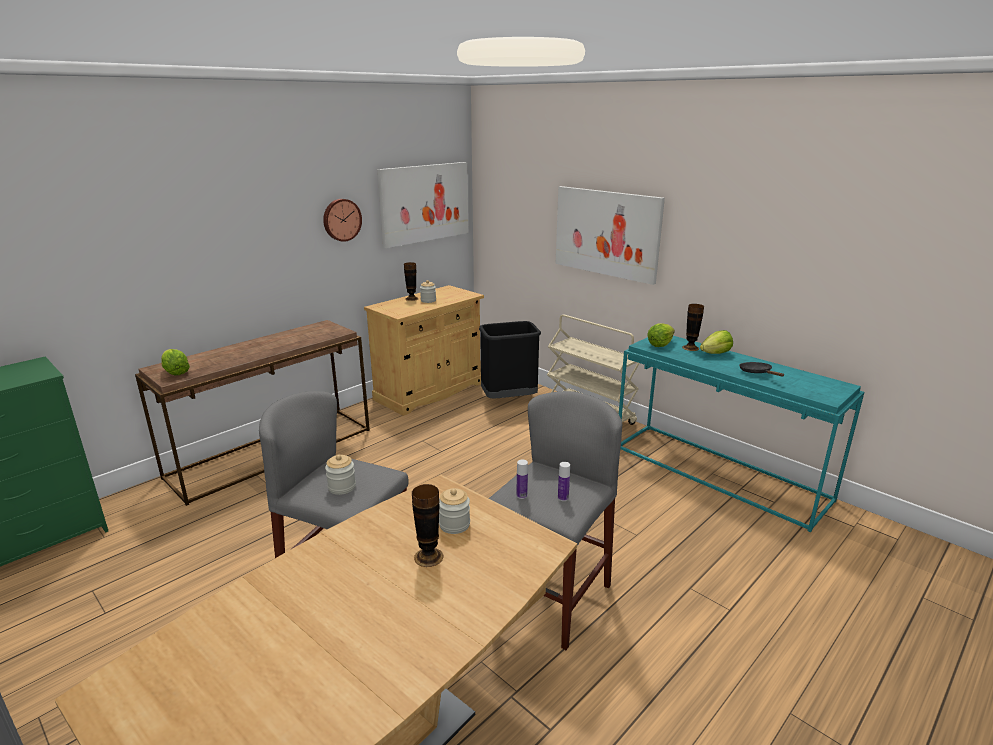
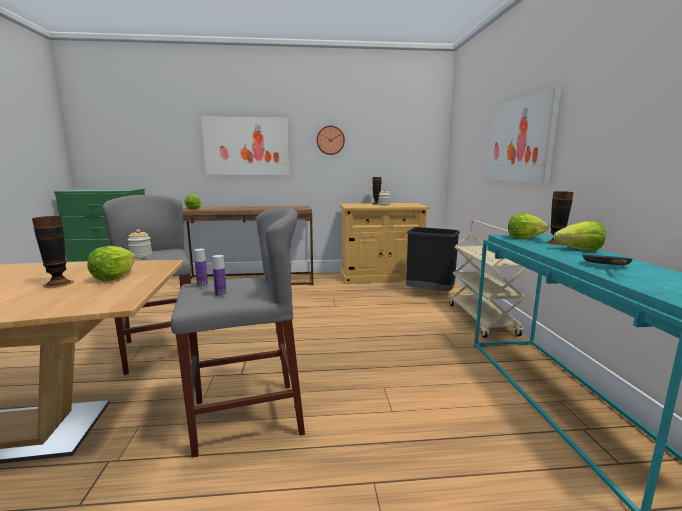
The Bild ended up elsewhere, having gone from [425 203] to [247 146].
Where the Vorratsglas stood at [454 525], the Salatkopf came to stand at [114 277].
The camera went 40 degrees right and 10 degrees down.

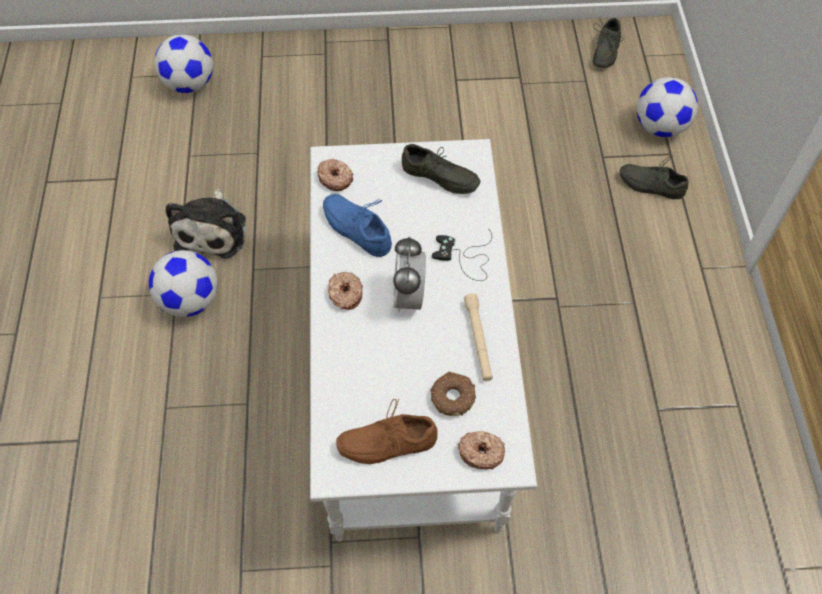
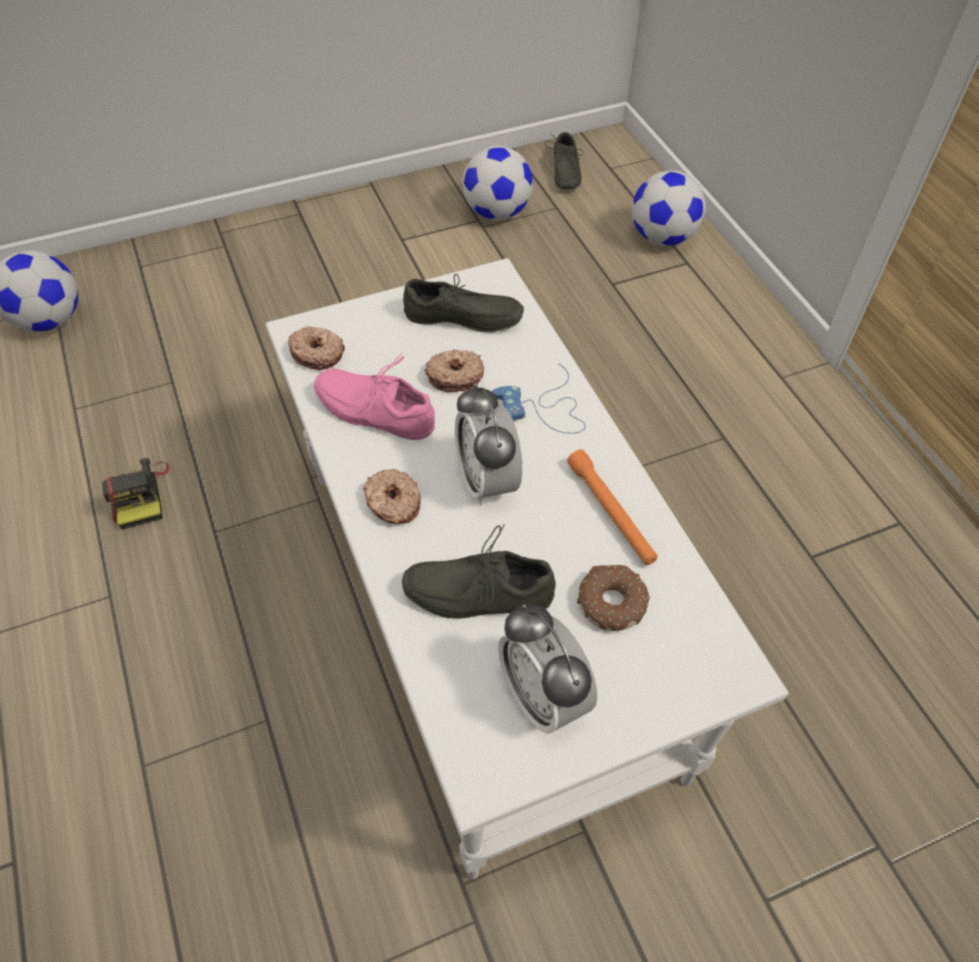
The Fußball ended up elsewhere, having gone from [190 300] to [496 212].
The Donut ended up elsewhere, having gone from [481 452] to [455 376].
The Schuh (grau) ended up elsewhere, having gone from [651 183] to [478 589].
Where the Plüschtier stood at [213 230], the Kamera came to stand at [139 495].
Where the Schuh (braun) stood at [386 440], the Wecker came to stand at [542 697].
What was the Schuh (blau) at [359 227] turned into the Schuh (rosa) at [377 408].
What was the Gamepad (schwarz) at [465 257] turned into the Gamepad (blau) at [543 409].
What was the Taschenlampe (beige) at [478 340] turned into the Taschenlampe (orange) at [611 512].
The camera went 20 degrees left and 5 degrees down.

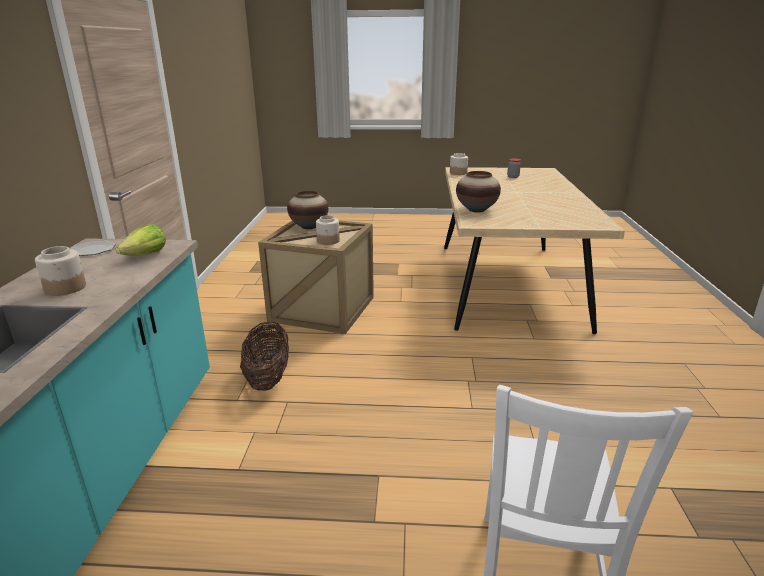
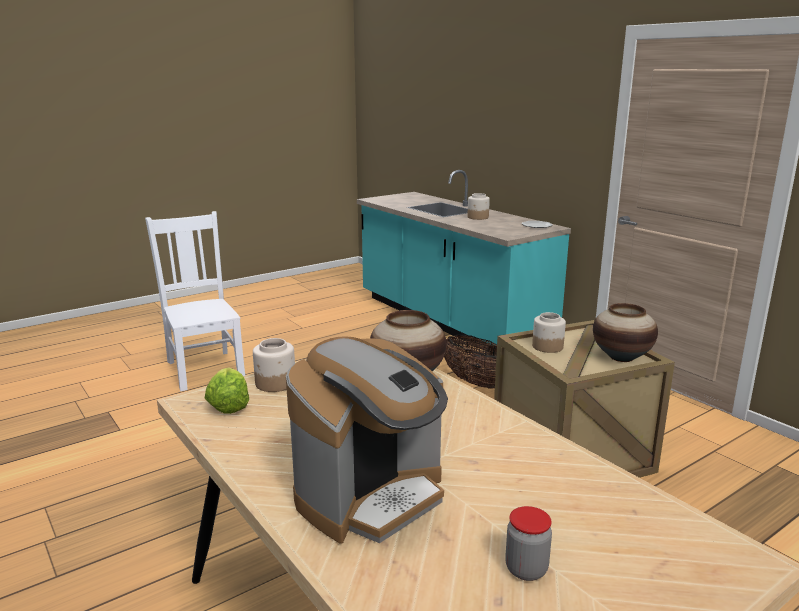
The second view gained the Kaffeemaschine at [372 496].
The Salatkopf ended up elsewhere, having gone from [146 255] to [228 404].
The Vorratsglas ended up elsewhere, having gone from [458 173] to [275 383].
The camera went 140 degrees right and 5 degrees down.

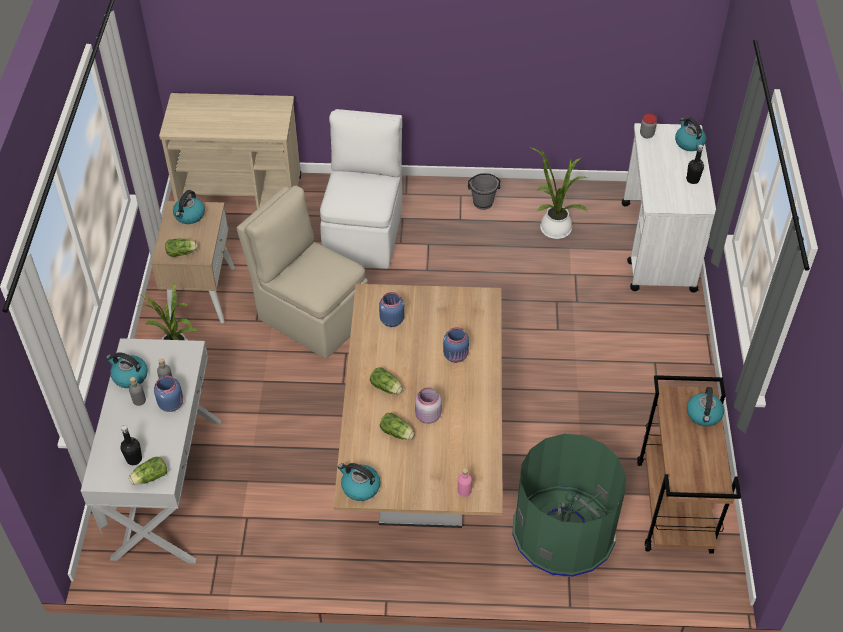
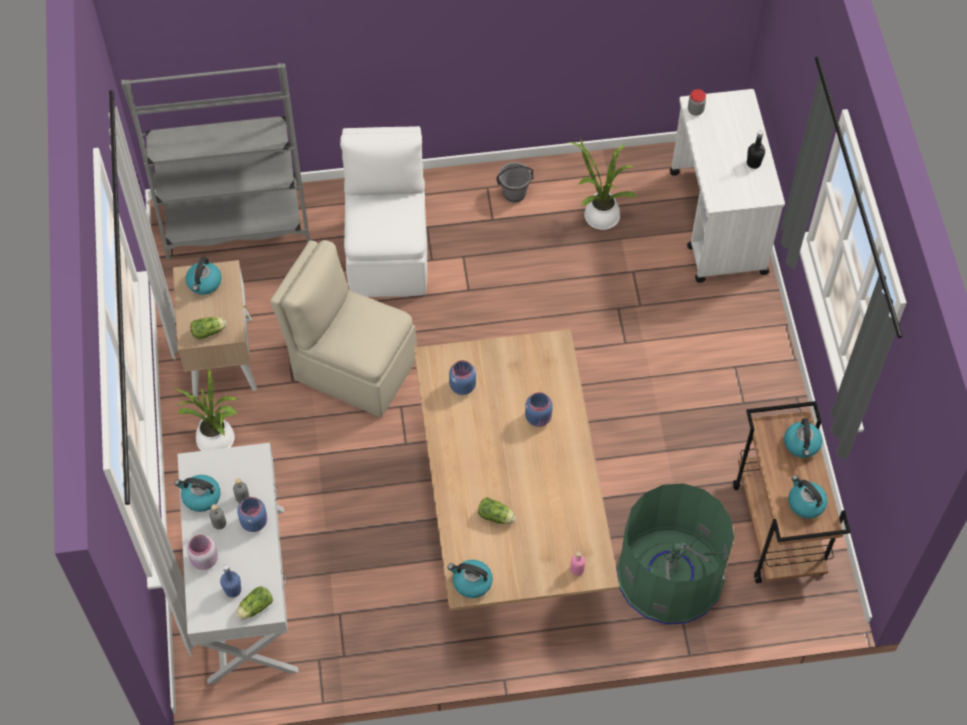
The second view lost the Salatkopf at [387 388].
The Vorratsglas (rosa) ended up elsewhere, having gone from [427 416] to [204 560].
The Wasserkessel ended up elsewhere, having gone from [688 143] to [805 503].
Where the Rollwagen (beige) stood at [241 195], the Bücherregal (grau) came to stand at [235 223].
What was the Flasche (schwarz) at [134 459] turned into the Flasche (blau) at [233 590].
The camera went 10 degrees left and 10 degrees up.

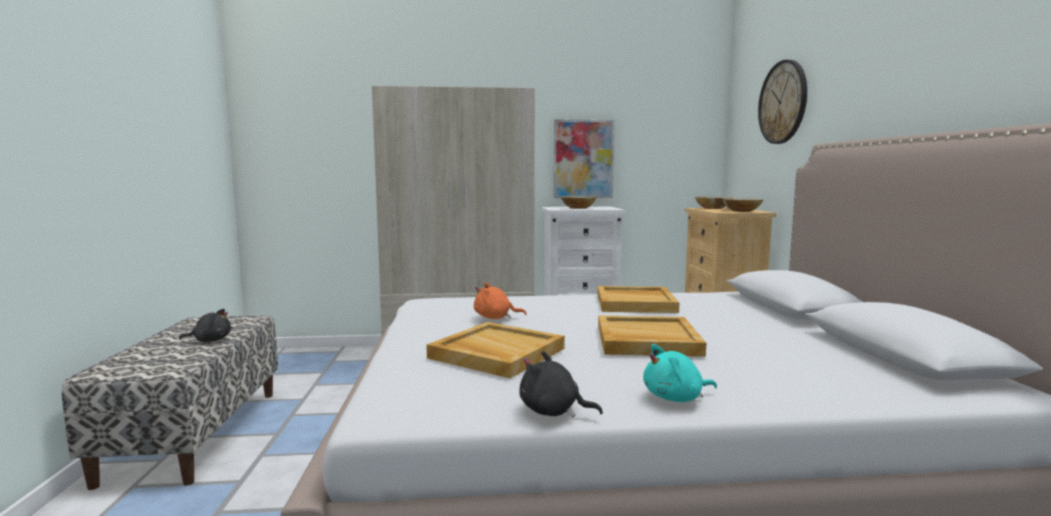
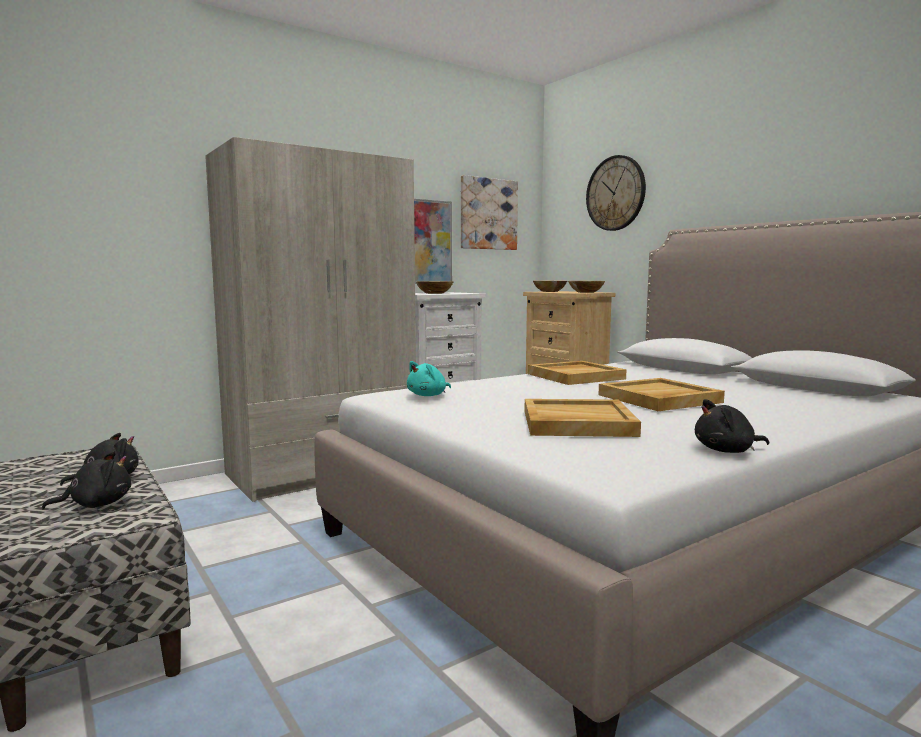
The second view lost the Plüschtier (orange) at [495 318].
The second view gained the Plüschtier (schwarz) at [96 504].
The second view gained the Bild at [488 214].
The Plüschtier (türkis) ended up elsewhere, having gone from [676 398] to [428 395].
The camera went 30 degrees left and 0 degrees up.

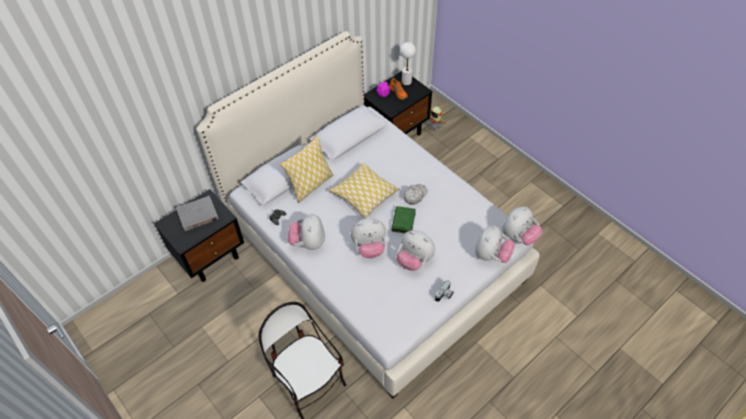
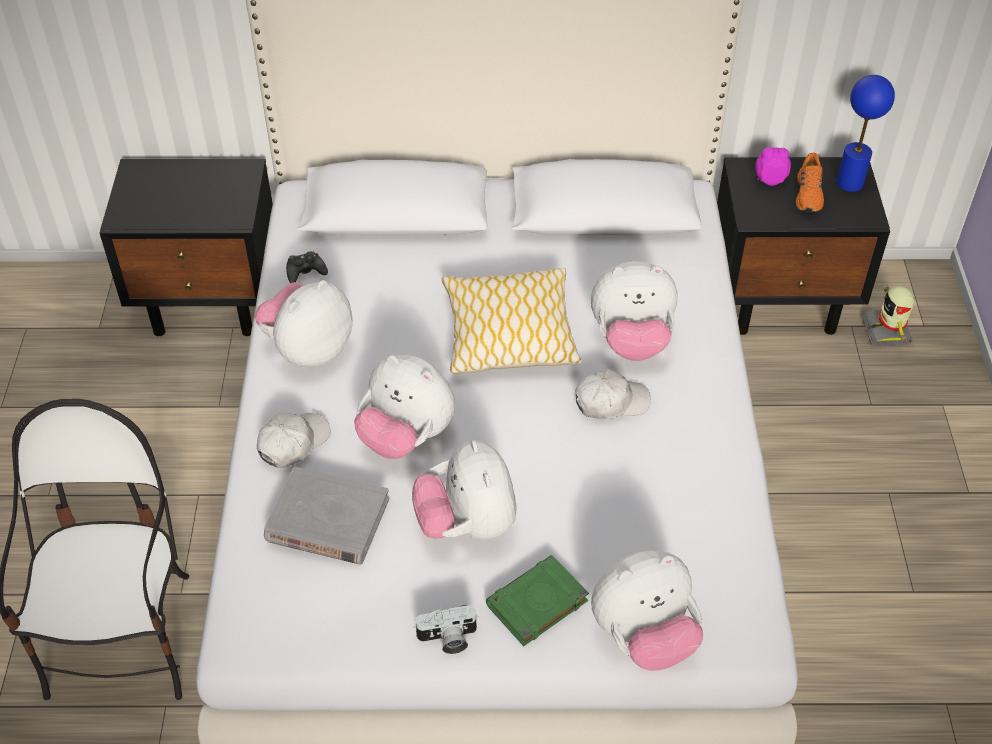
The second view lost the Kissen at [310 185].
The second view gained the Kappe (weiß) at [293 443].
The Buch (grau) ended up elsewhere, having gone from [198 215] to [327 520].
The Buch (grün) ended up elsewhere, having gone from [403 222] to [536 604].
The Plüschtier ended up elsewhere, having gone from [518 236] to [631 341].
What was the Tischlampe (weiß) at [406 82] turned into the Tischlampe (blau) at [850 183].
The camera went 40 degrees right and 5 degrees down.

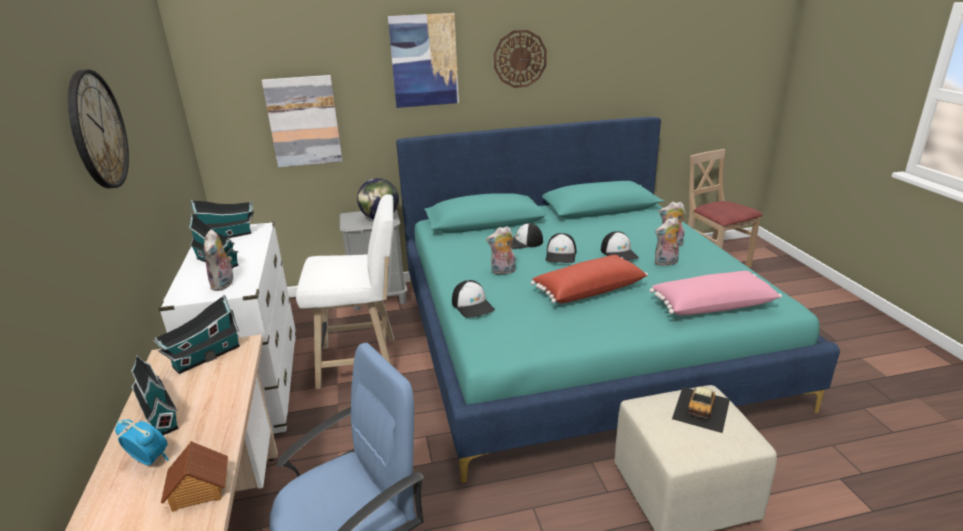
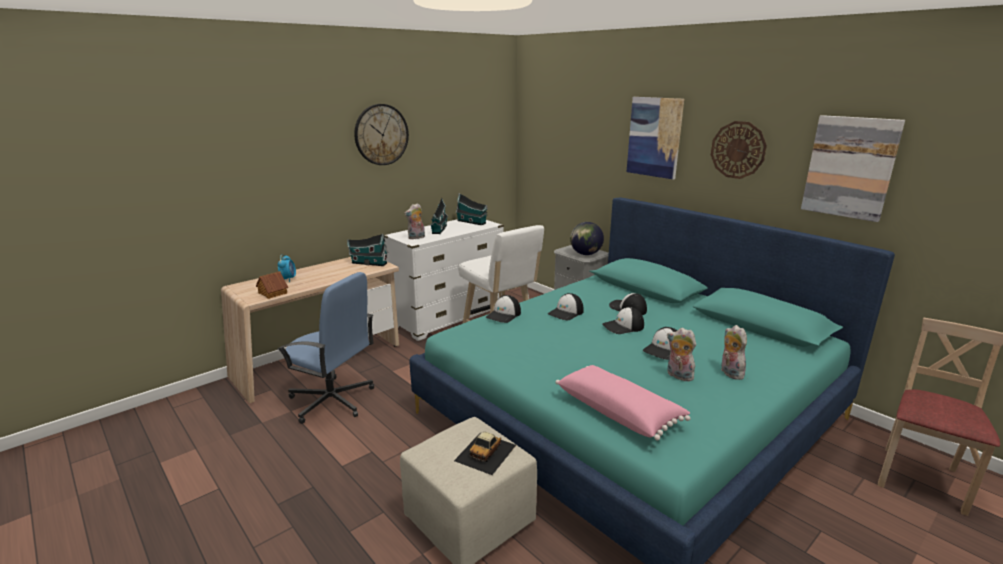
The second view lost the Spielzeughaus at [158 413].
The second view lost the Kissen (rot) at [588 290].
The Bild ended up elsewhere, having gone from [304 121] to [850 167].
Where the Plüschtier stood at [502 272], the Kappe came to stand at [566 313].
The Spielzeugauto at [701 408] ended up facing another way, 60 degrees counterclockwise from before.
The camera went 60 degrees right and 5 degrees down.

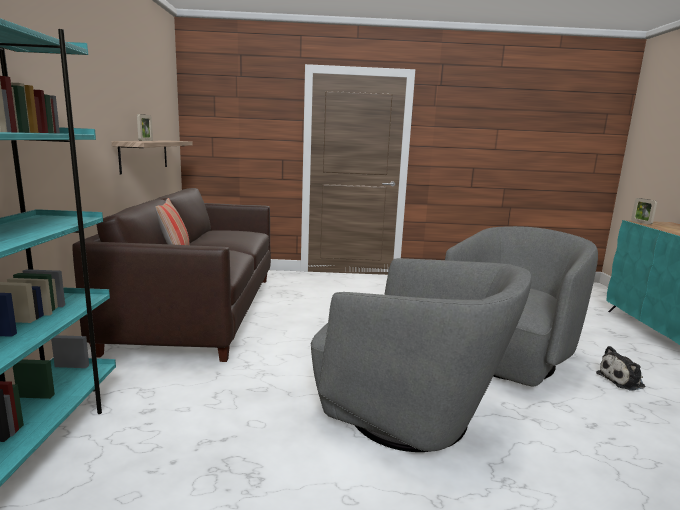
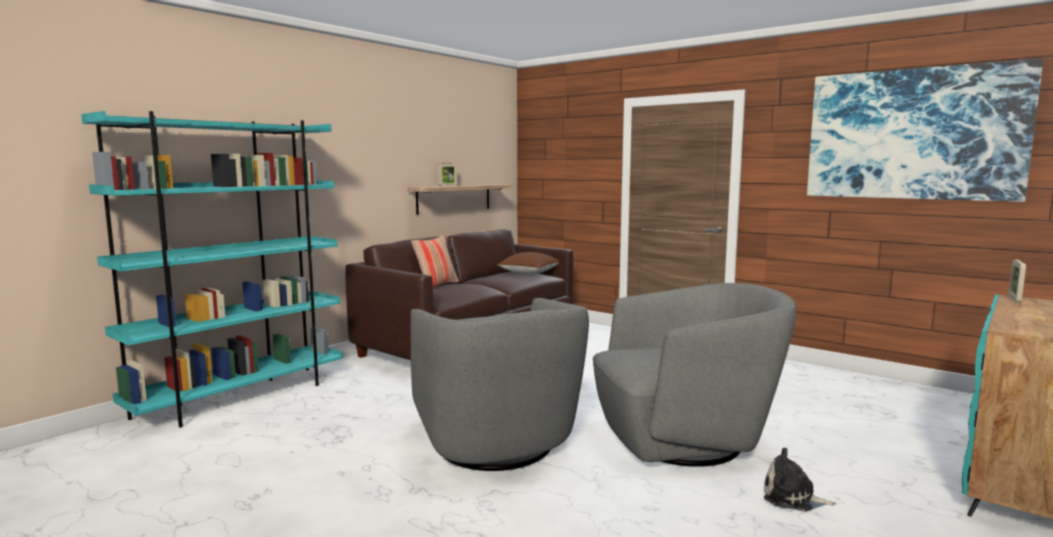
The second view gained the Kissen (braun) at [529 273].
The second view gained the Bild at [913 134].
The camera went 40 degrees right and 5 degrees down.

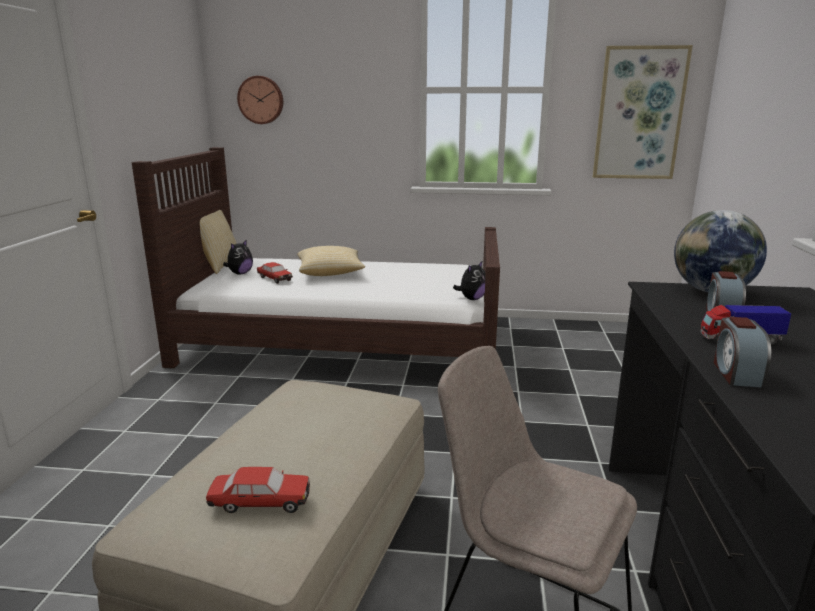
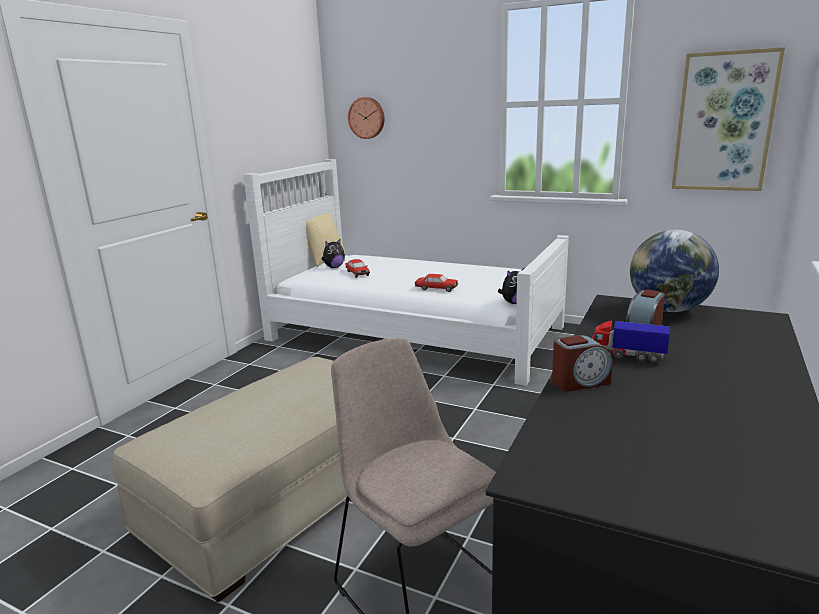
The second view lost the Kissen at [330 273].
The Spielzeugauto ended up elsewhere, having gone from [260 502] to [436 288].
What was the Bett (braun) at [341 342] turned into the Bett (weiß) at [413 333].
The Wecker at [736 373] ended up facing another way, 135 degrees counterclockwise from before.
The camera went 20 degrees right and 0 degrees up.

